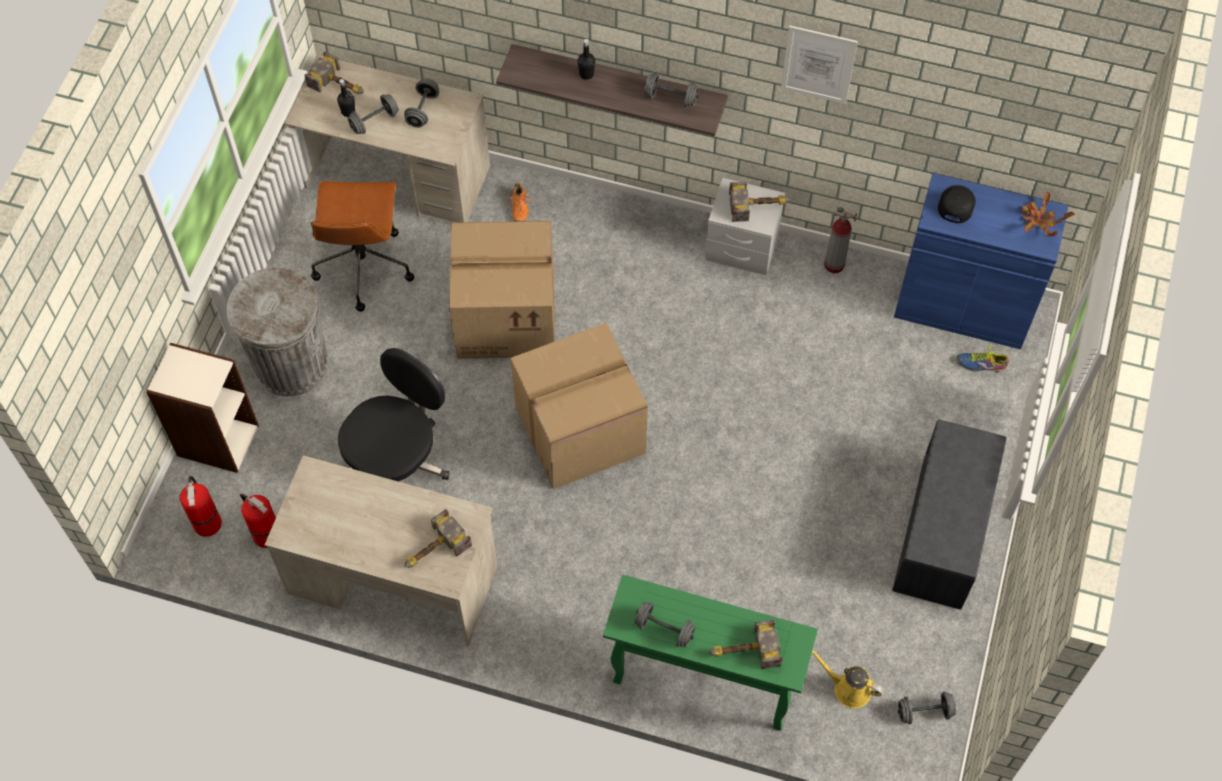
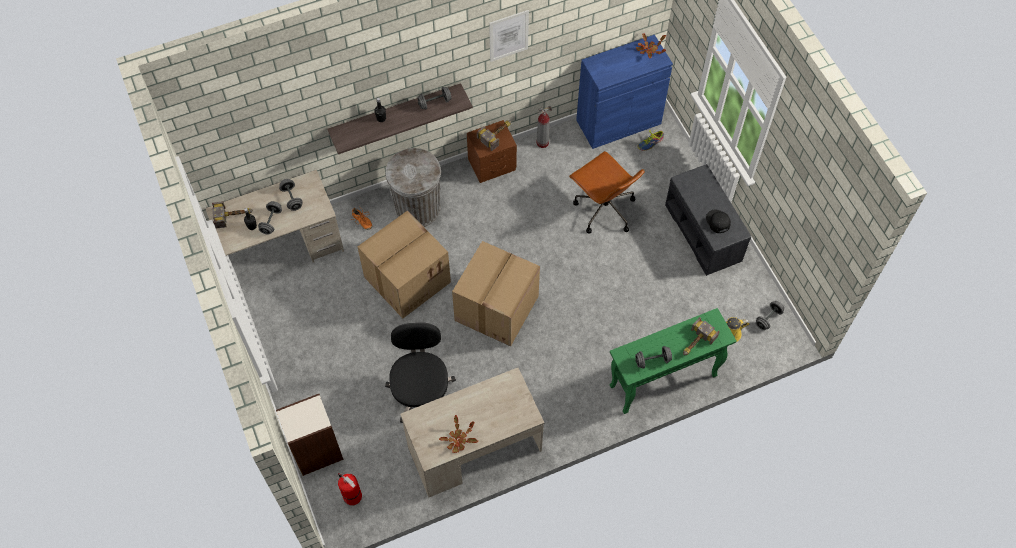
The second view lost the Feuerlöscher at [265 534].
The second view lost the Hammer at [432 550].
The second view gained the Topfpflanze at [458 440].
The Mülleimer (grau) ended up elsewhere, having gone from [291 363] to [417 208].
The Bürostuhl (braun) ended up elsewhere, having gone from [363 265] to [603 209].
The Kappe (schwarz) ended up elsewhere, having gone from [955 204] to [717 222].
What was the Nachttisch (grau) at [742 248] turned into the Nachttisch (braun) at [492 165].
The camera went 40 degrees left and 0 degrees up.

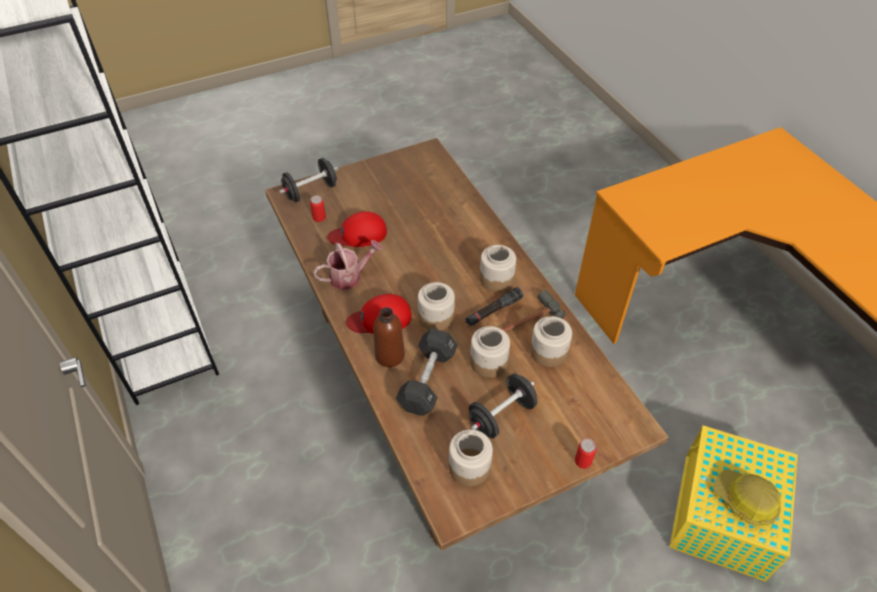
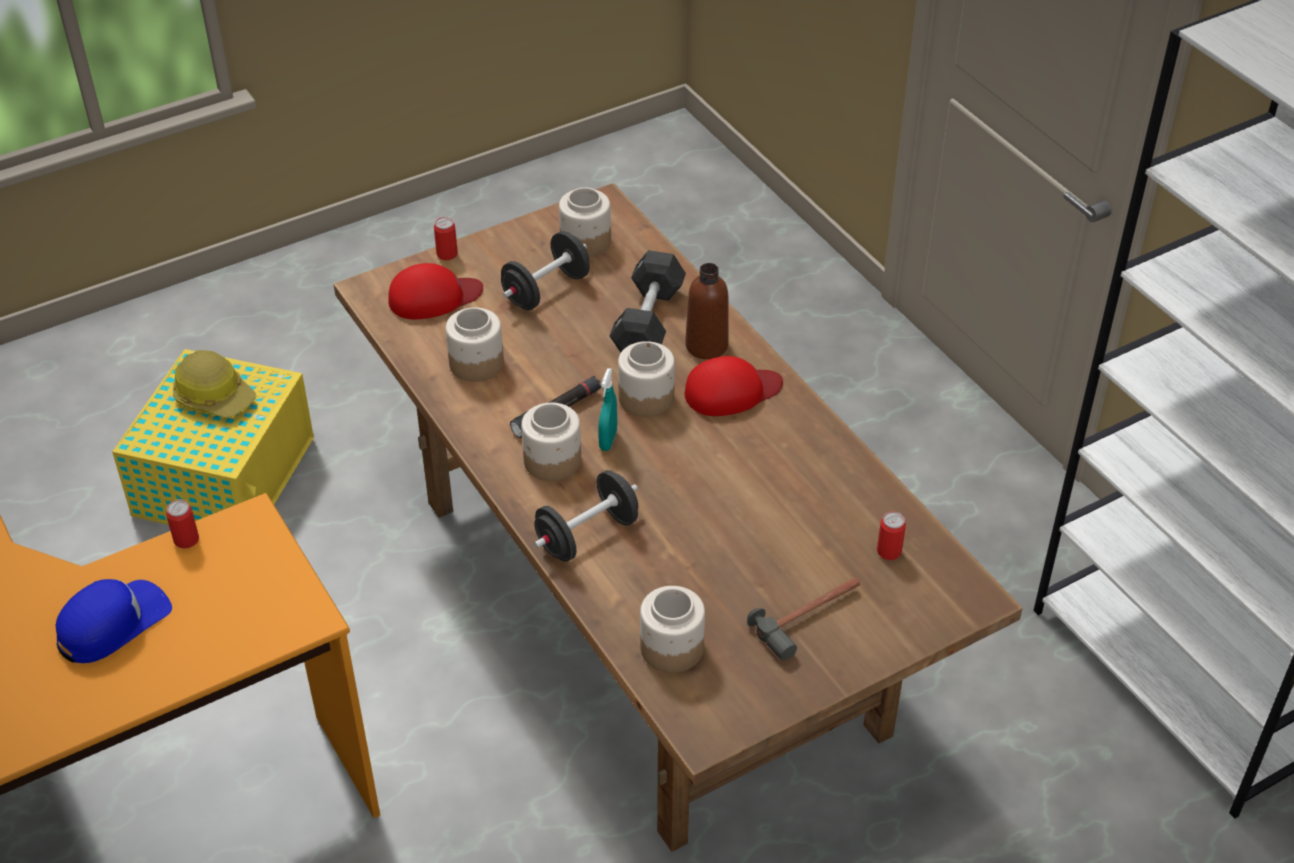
The second view lost the Gießkanne at [349 276].
The second view gained the Kappe (blau) at [113 623].
The second view gained the Dose at [186 540].
The second view gained the Sprühflasche (türkis) at [608 440].
The Hantel (schwarz) ended up elsewhere, having gone from [311 191] to [587 535].
The Kappe (rot) ended up elsewhere, having gone from [358 234] to [434 297].
The Vorratsglas ended up elsewhere, having gone from [489 362] to [671 648].
The Hammer ended up elsewhere, having gone from [527 320] to [810 617].
The camera went 175 degrees right and 5 degrees down.

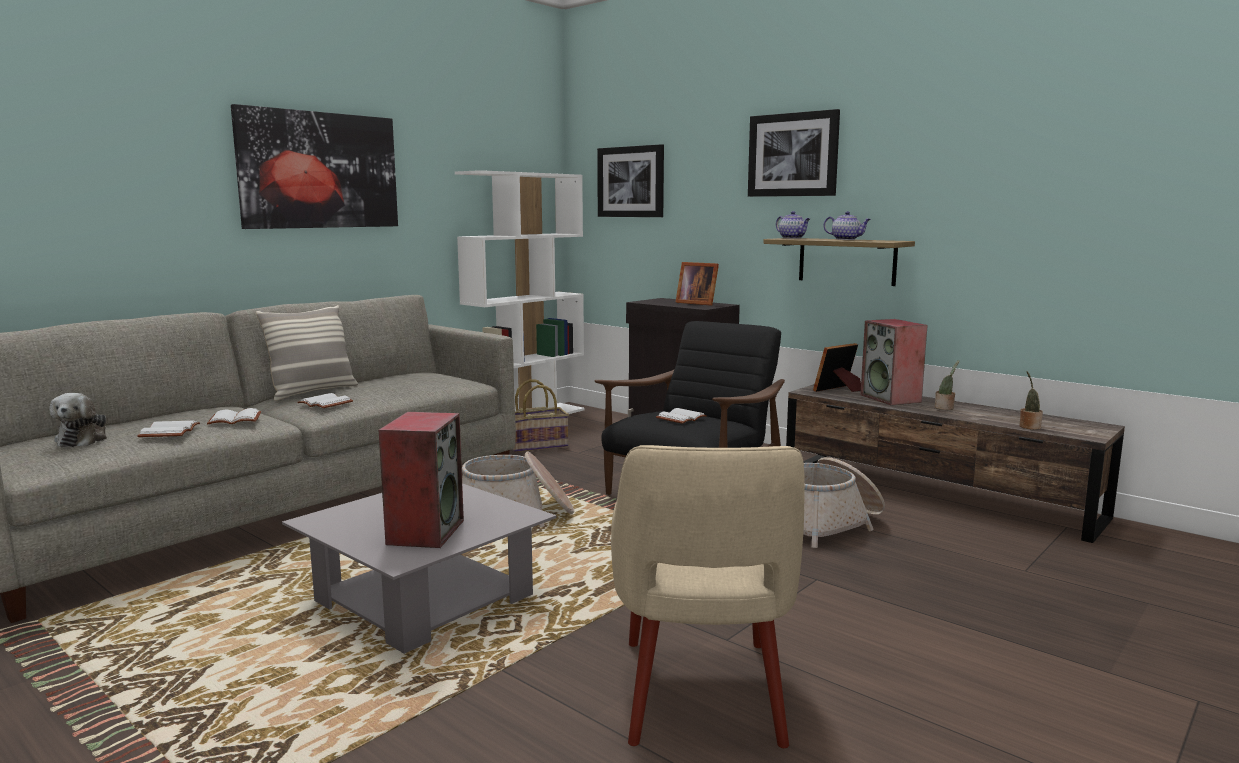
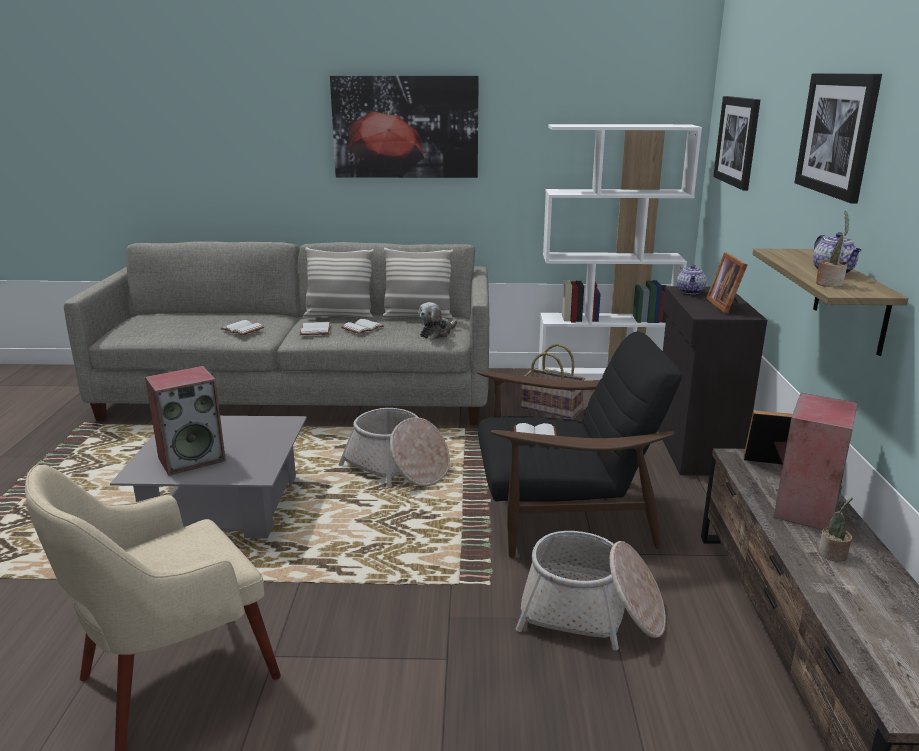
The second view gained the Kissen at [417 317].
The Plüschtier ended up elsewhere, having gone from [83 439] to [437 333].
The Buch (weiß) ended up elsewhere, having gone from [171 431] to [363 328].
The Teekanne ended up elsewhere, having gone from [792 238] to [690 292].
The Topfpflanze ended up elsewhere, having gone from [1029 426] to [830 283].
The camera went 50 degrees right and 10 degrees up.

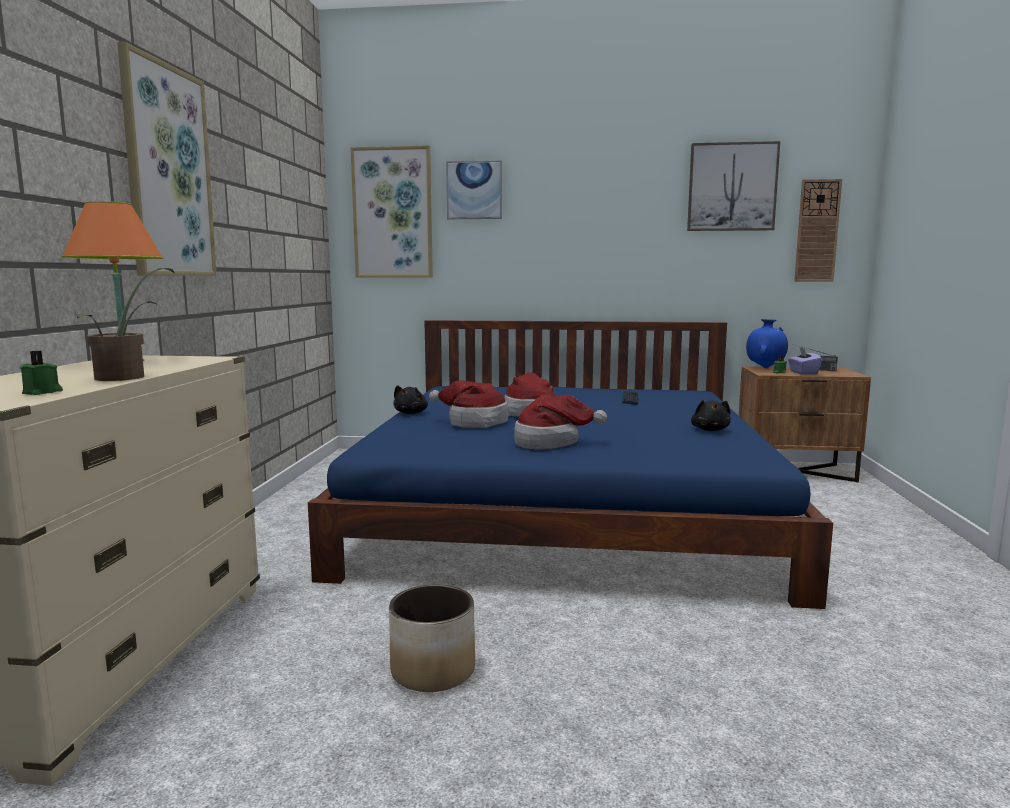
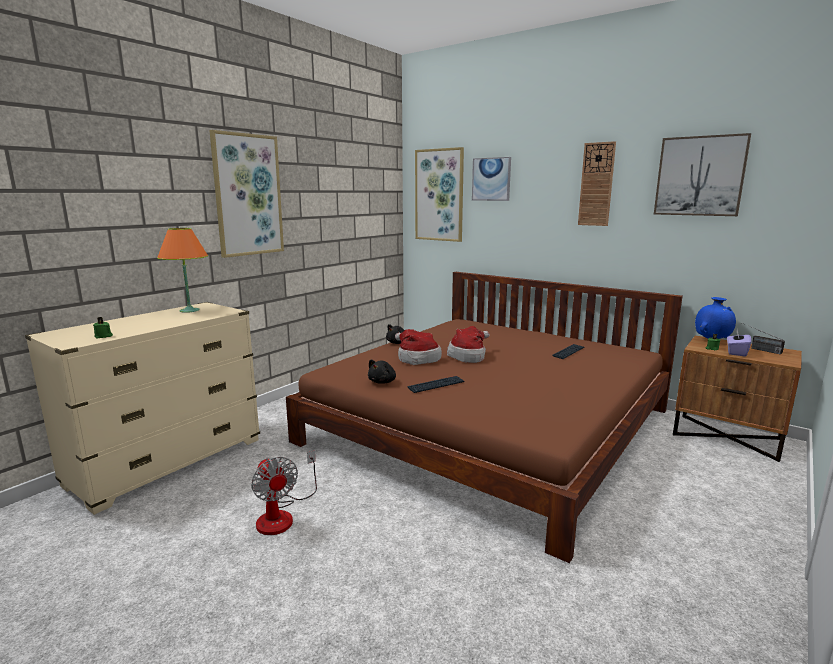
The second view lost the Topfpflanze at [127 377].
The Plüschtier (schwarz) ended up elsewhere, having gone from [710 430] to [383 382].
The Wanduhr ended up elsewhere, having gone from [817 231] to [596 184].
Where the Pflanzkübel stood at [432 670], the Ventilator came to stand at [282 515].
Where the Hut stood at [551 442], the Tastatur came to stand at [436 385].
What was the Bett (blau) at [565 505] turned into the Bett (braun) at [490 425].
The camera went 30 degrees right and 5 degrees up.

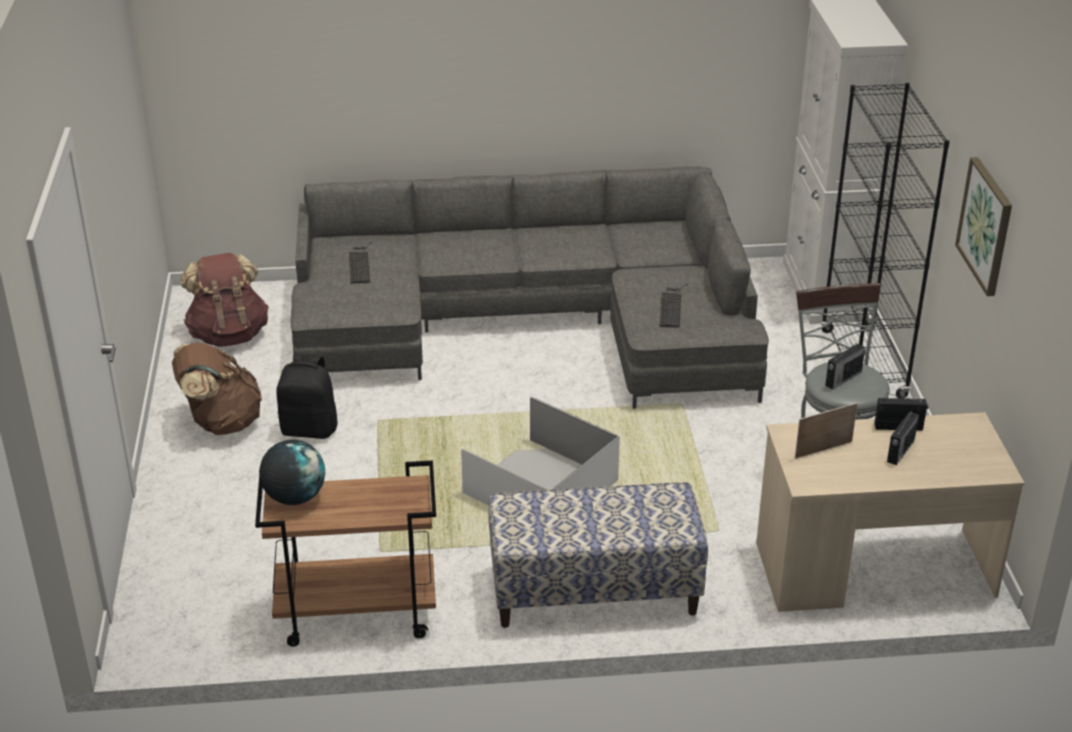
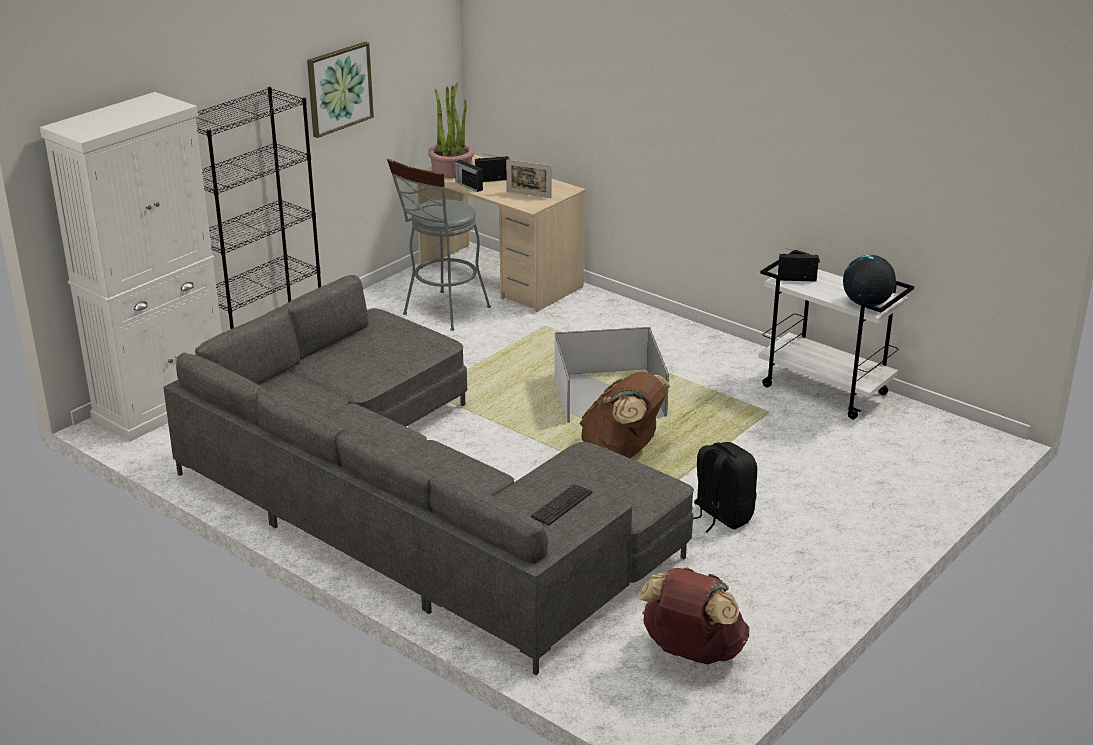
The second view lost the Bank at [594 592].
The second view lost the Tastatur at [671 306].
The second view gained the Topfpflanze at [452 171].
The Rucksack (braun) ended up elsewhere, having gone from [221 422] to [623 451].
The Radio ended up elsewhere, having gone from [842 379] to [797 279].
What was the Rollwagen (braun) at [355 615] turned into the Rollwagen (weiß) at [826 390].
The camera went 135 degrees left and 5 degrees down.

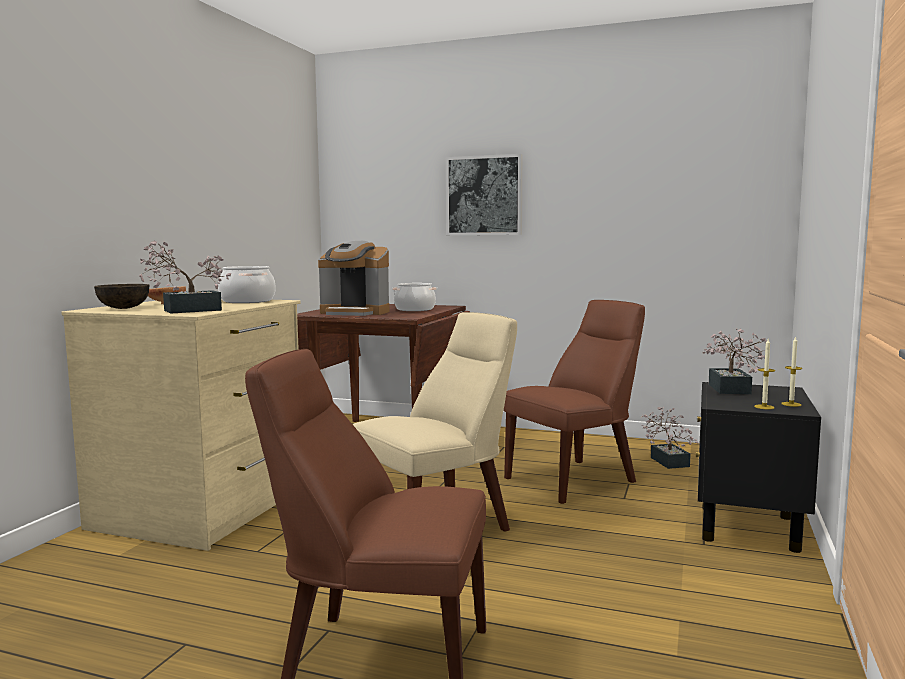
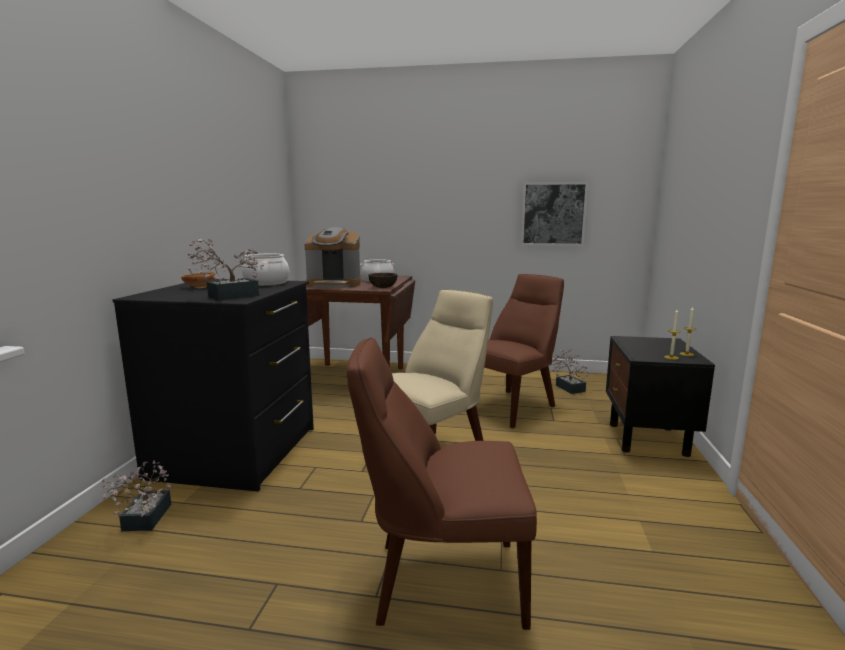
The Schüssel (braun) ended up elsewhere, having gone from [123 308] to [383 287].
The Bild ended up elsewhere, having gone from [484 195] to [553 214].
The Topfpflanze ended up elsewhere, having gone from [730 390] to [143 521].
What was the Kommode (beige) at [203 509] turned into the Kommode (schwarz) at [237 452].
The camera went 10 degrees left and 5 degrees up.

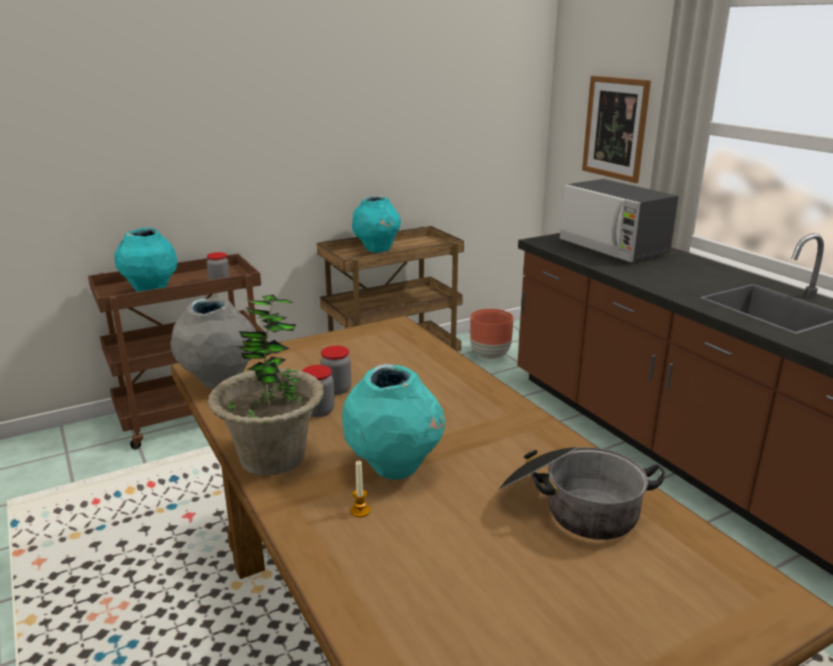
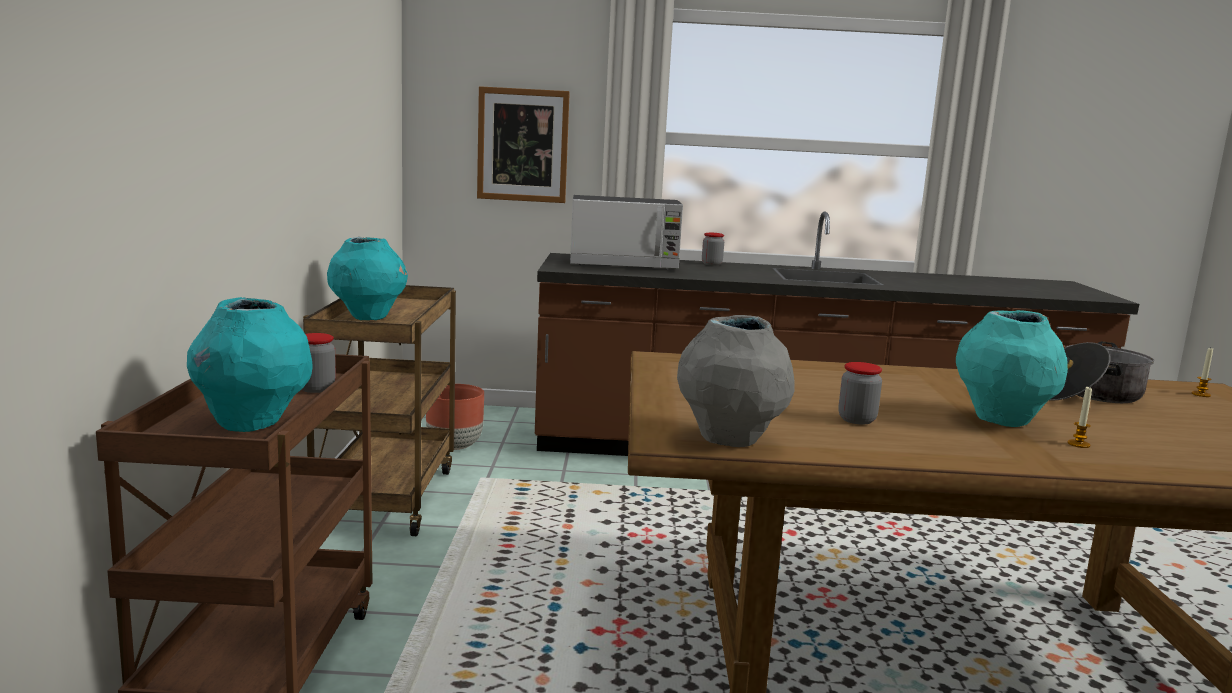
The second view lost the Topfpflanze at [273 457].
The second view gained the Kerze at [1200 394].
The Vorratsglas ended up elsewhere, having gone from [336 389] to [711 264].
The camera went 60 degrees left and 10 degrees down.

